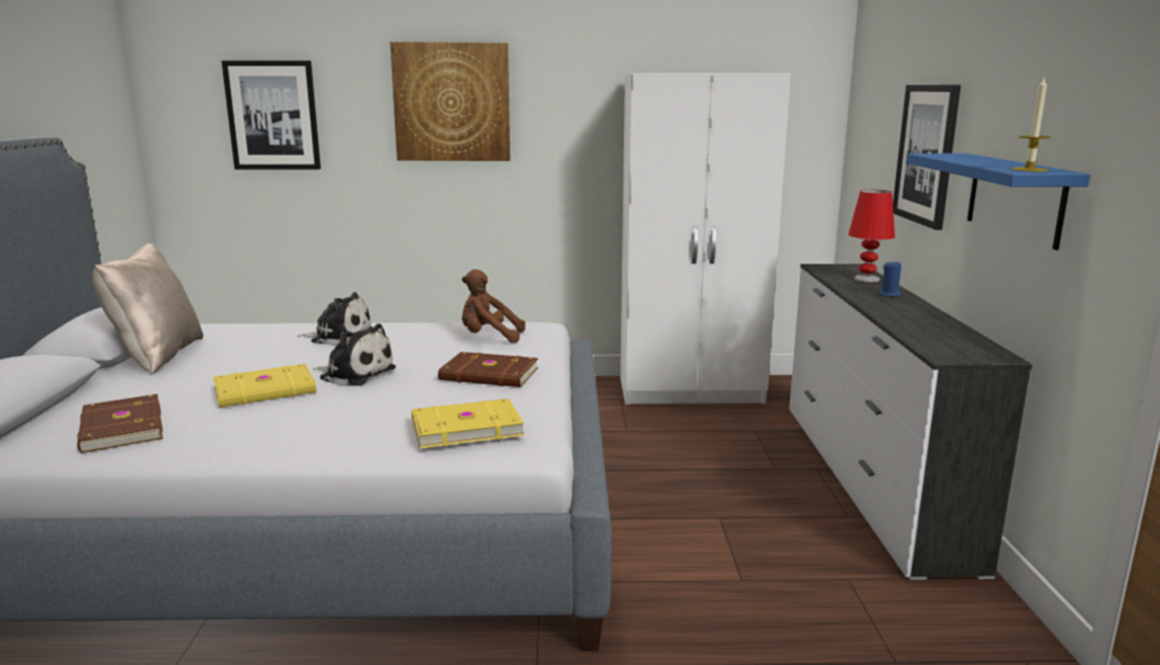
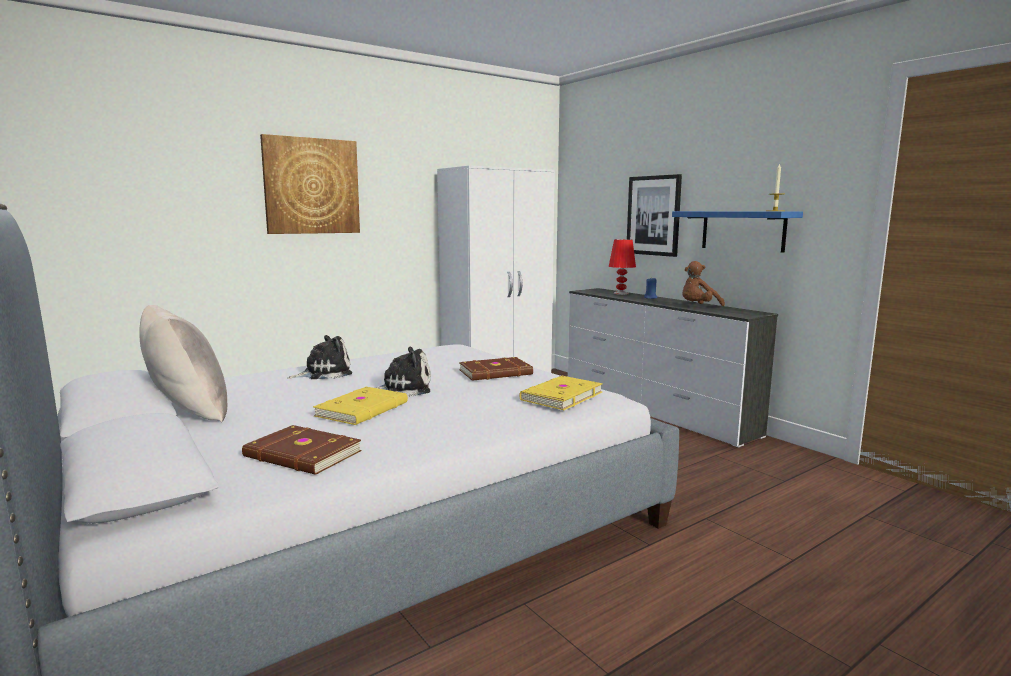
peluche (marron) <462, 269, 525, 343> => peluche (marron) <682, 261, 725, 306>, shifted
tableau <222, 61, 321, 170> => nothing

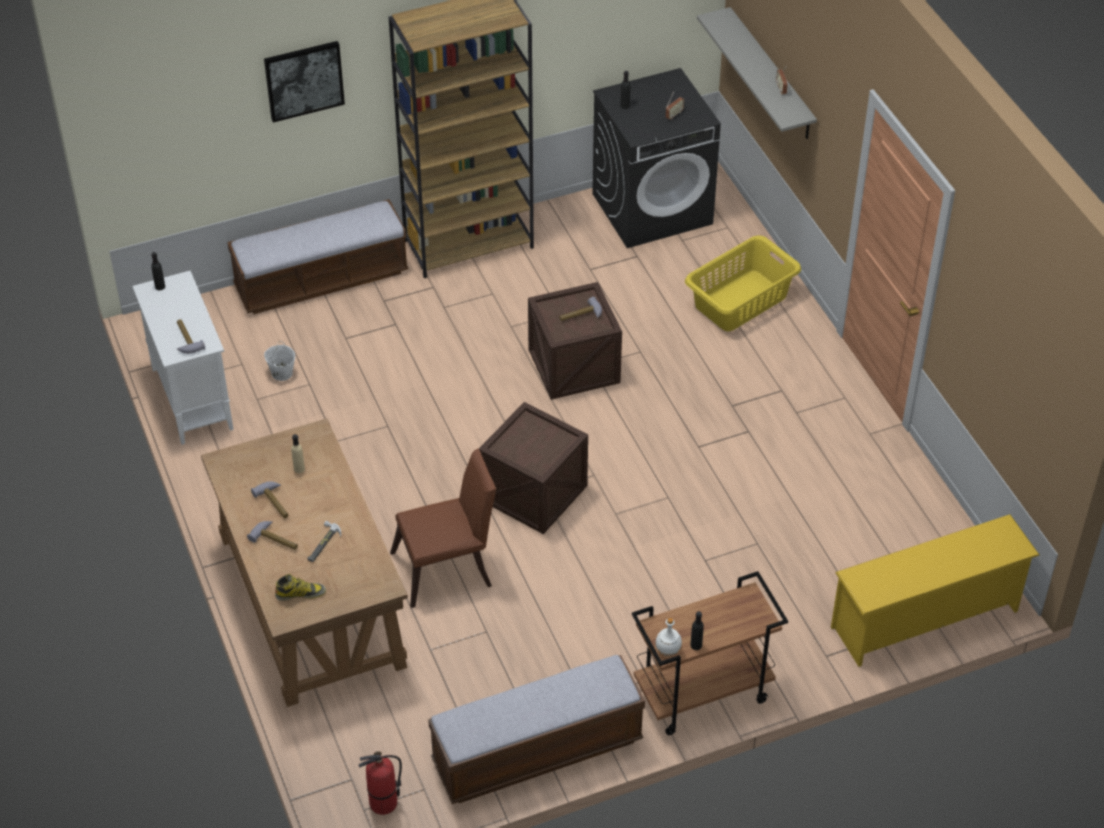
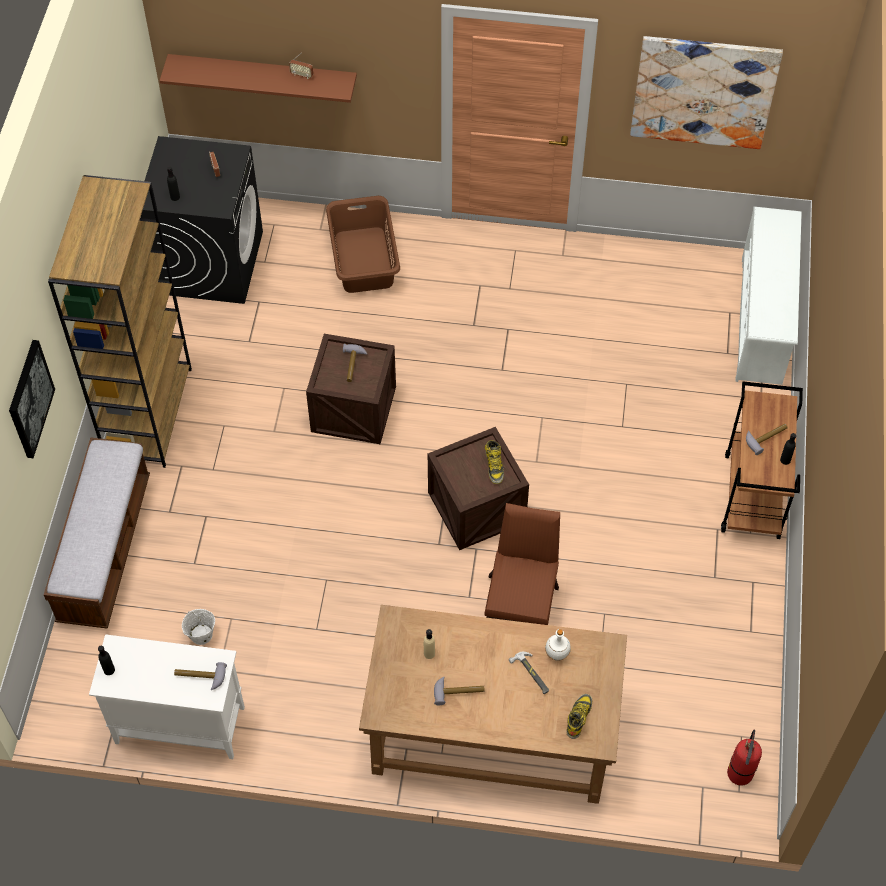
étagère (gris) <697, 7, 817, 139> => étagère (marron) <159, 54, 357, 103>
panier à linge (jaune) <685, 235, 801, 331> => panier à linge (marron) <326, 196, 400, 293>
nothing => botte <485, 440, 504, 484>
bouteille (blanc) <655, 618, 682, 656> => bouteille (blanc) <545, 629, 571, 661>, shifted
nothing => tableau <630, 36, 783, 149>
étagère à chaussures (jaune) <831, 514, 1040, 667> => étagère à chaussures (blanc) <735, 206, 802, 385>
marteau <247, 521, 298, 550> => marteau <746, 424, 788, 455>, shifted
banc <428, 655, 645, 804> => nothing

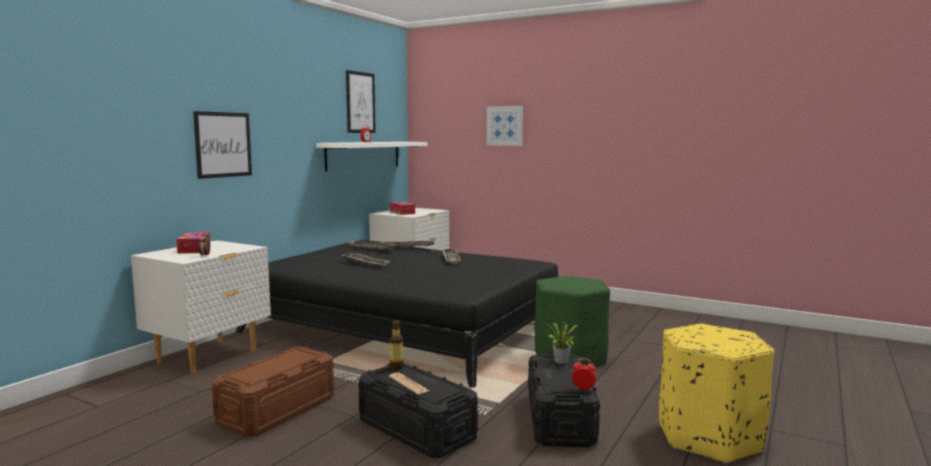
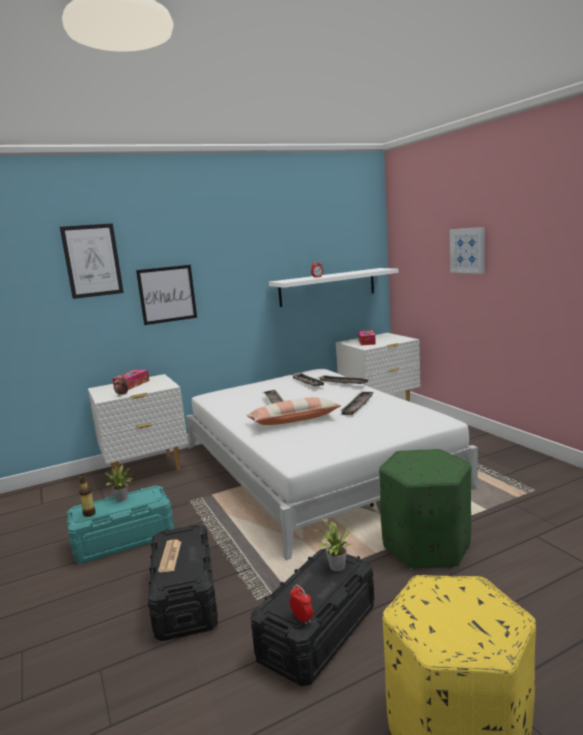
tableau <346, 70, 376, 133> => tableau <60, 223, 124, 299>, shifted
boîte de rangement (marron) <212, 347, 334, 437> => boîte de rangement (turquoise) <67, 486, 174, 563>
bouteille <390, 320, 404, 370> => bouteille <79, 474, 96, 517>, shifted
nothing => plante en pot <100, 464, 132, 502>
lit (noir) <236, 240, 558, 388> => lit (blanc) <186, 369, 481, 560>
nothing => coussin <246, 397, 341, 425>

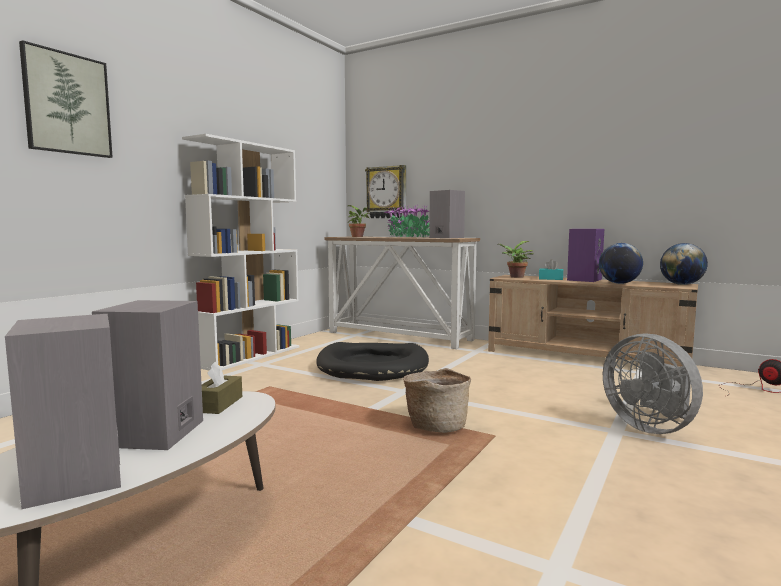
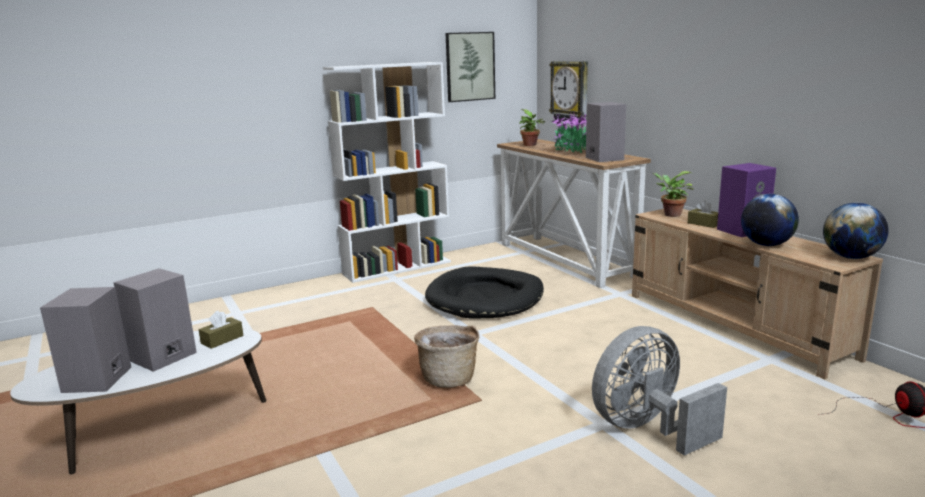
tableau <19, 40, 113, 158> => tableau <445, 32, 495, 102>, shifted
ventilateur (gris) <603, 333, 703, 434> => ventilateur (gris) <592, 326, 727, 456>, 60 degrees clockwise
boîte à mouchoirs (turquoise) <539, 260, 564, 280> => boîte à mouchoirs (marron) <688, 201, 718, 228>

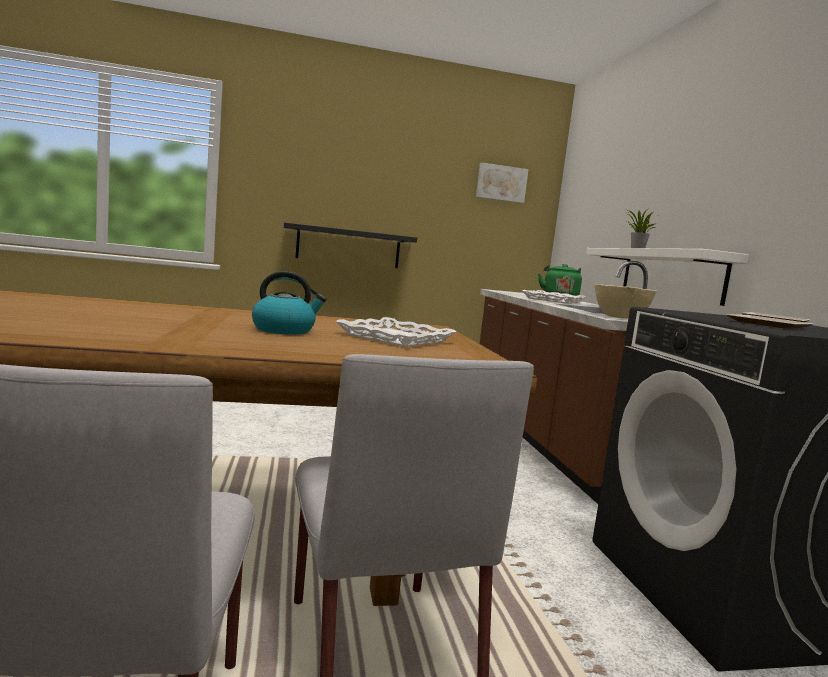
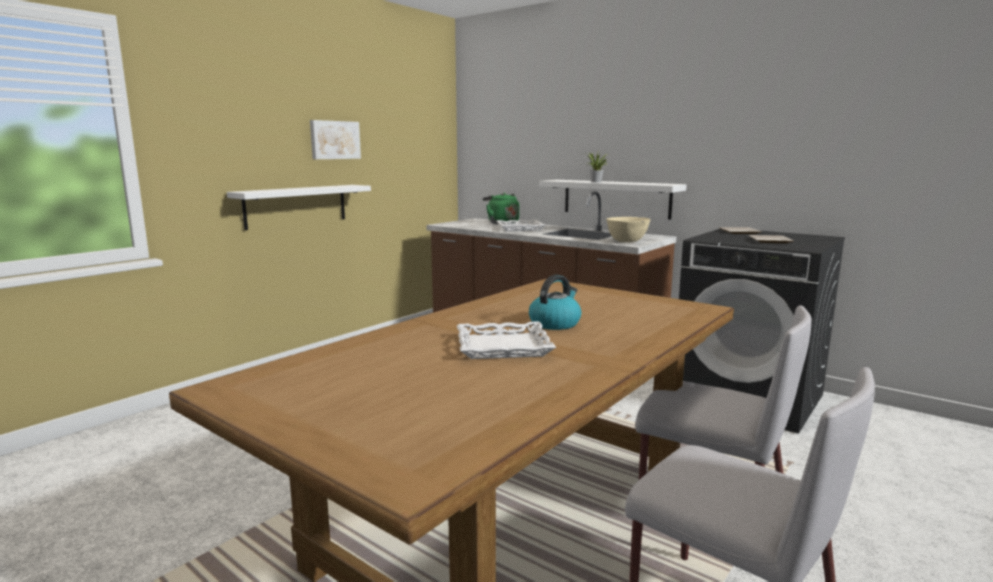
étagère (noir) <284, 222, 417, 268> => étagère (blanc) <227, 185, 371, 230>
tableau <476, 162, 529, 203> => tableau <310, 120, 361, 159>, shifted
plateau (blanc) <335, 317, 456, 347> => plateau (blanc) <457, 321, 556, 359>, shifted

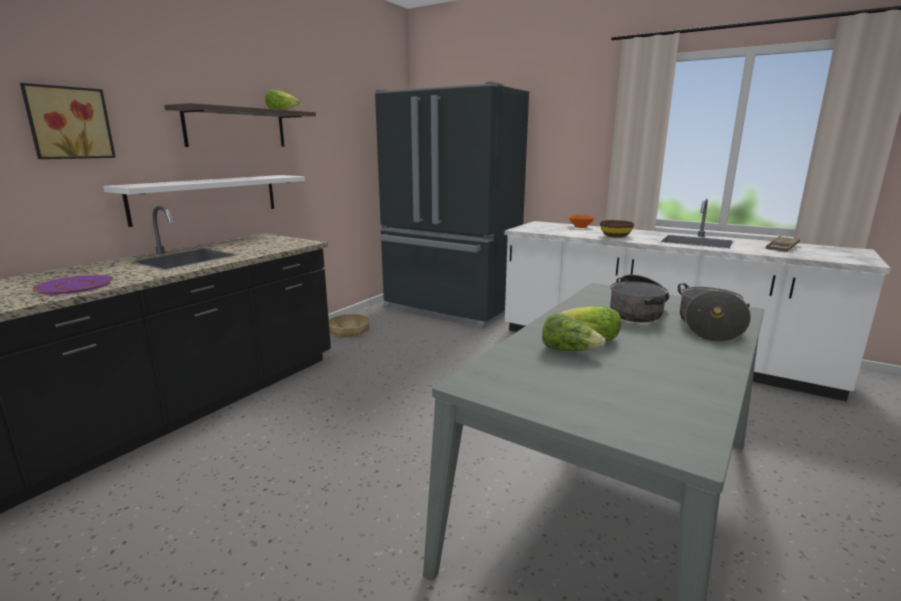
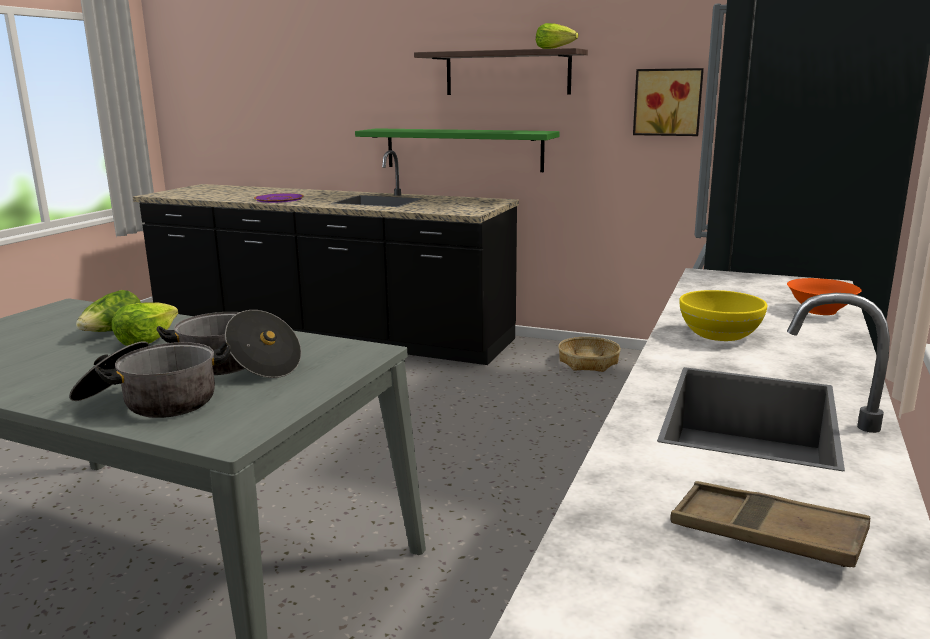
étagère (blanc) <103, 175, 305, 227> => étagère (vert) <355, 128, 560, 172>
tableau <20, 83, 116, 159> => tableau <633, 68, 704, 136>, shifted
bol (marron) <600, 220, 634, 238> => bol (jaune) <680, 290, 767, 341>

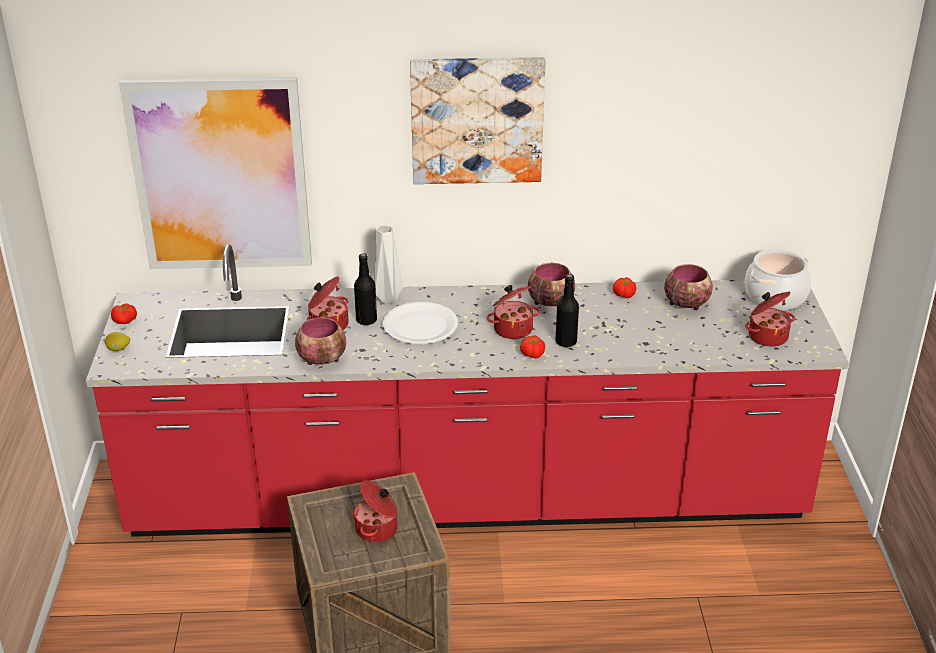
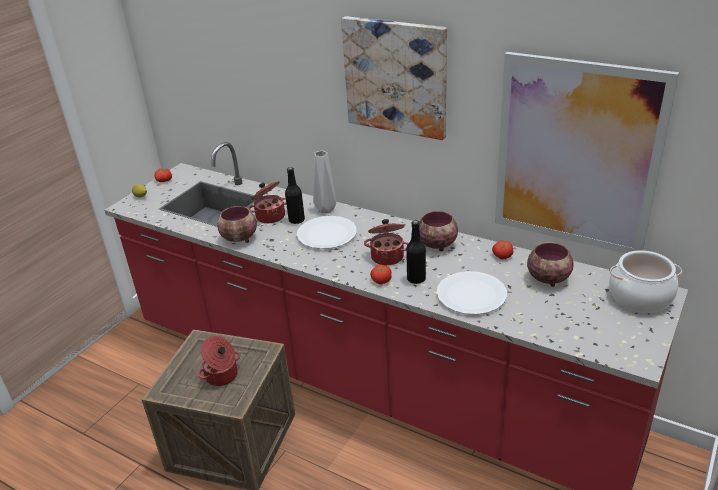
nothing => assiette (blanc) <437, 271, 507, 315>
tableau <119, 77, 312, 269> => tableau <495, 52, 679, 253>, shifted
marmite <745, 292, 795, 347> => nothing

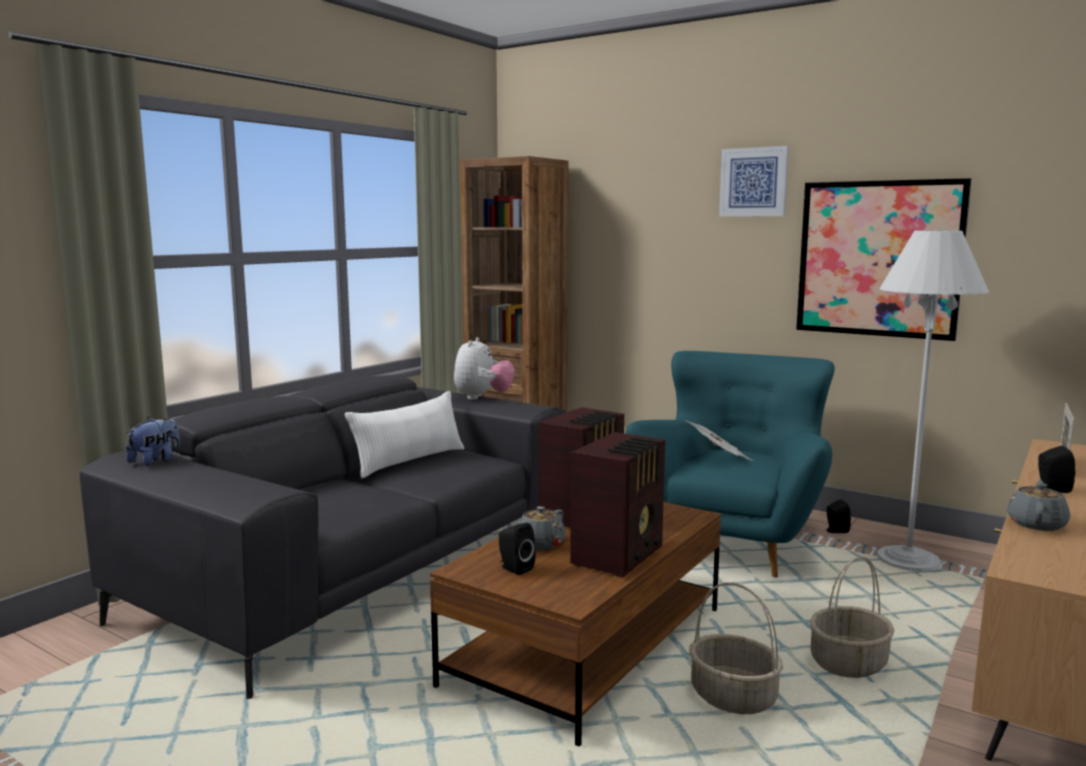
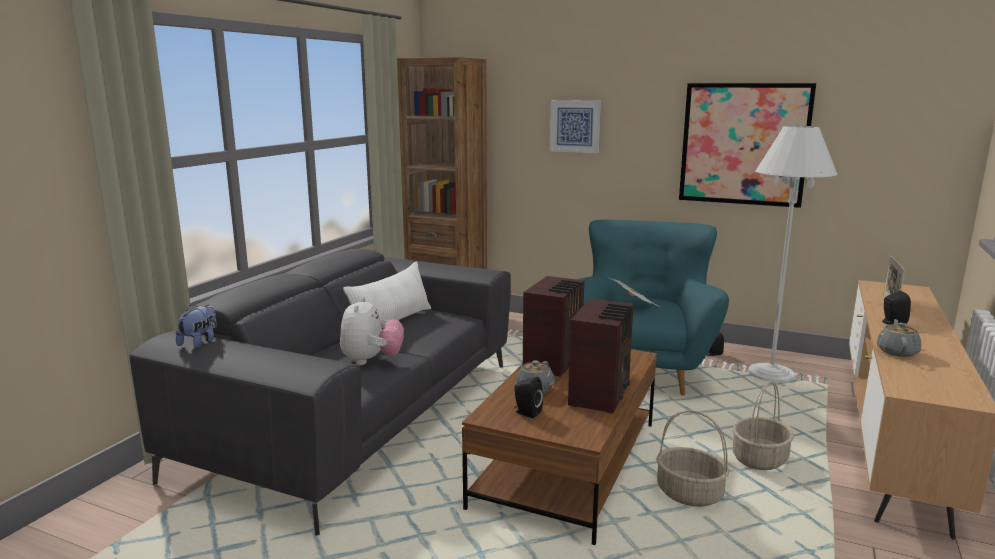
peluche <454, 337, 514, 400> => peluche <340, 297, 404, 365>, shifted
tableau <719, 146, 789, 217> => tableau <550, 100, 601, 153>, shifted

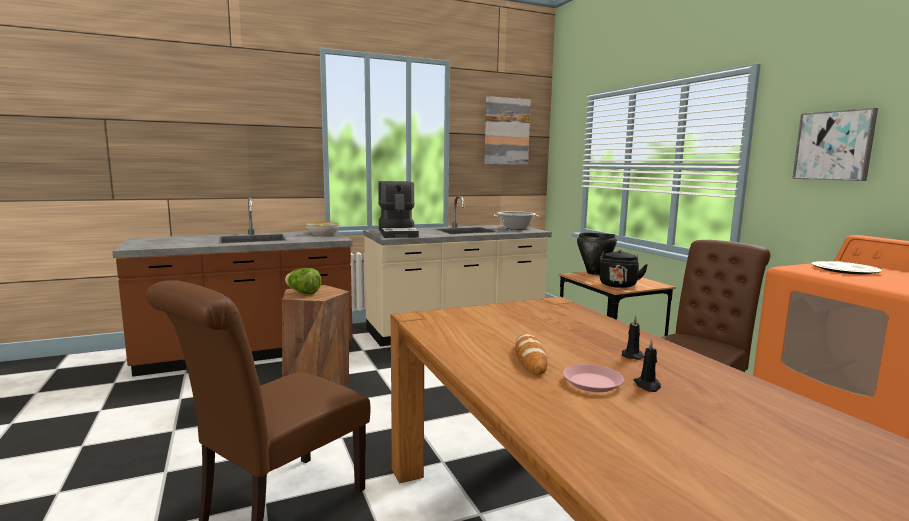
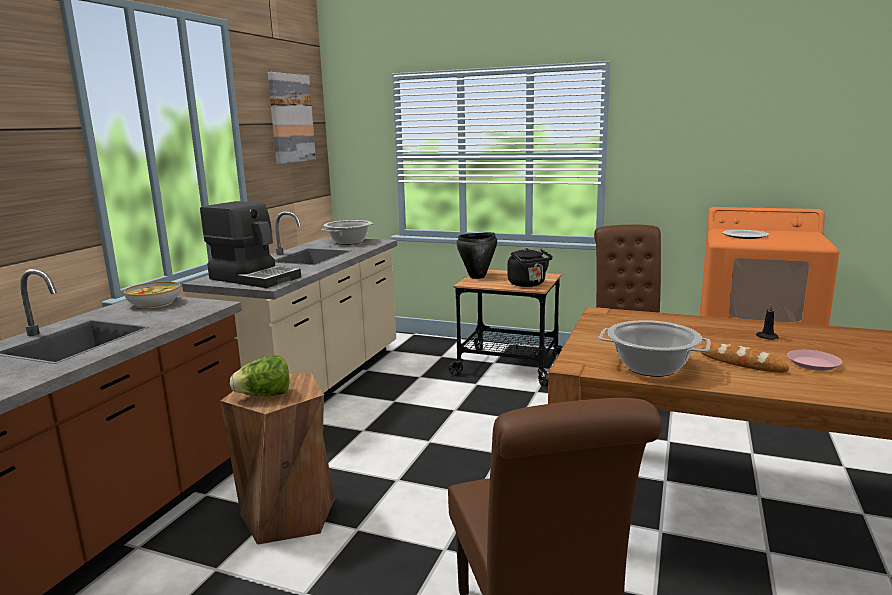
nothing => marmite <598, 320, 711, 377>
bougie (noir) <633, 339, 661, 392> => nothing
tableau <792, 108, 878, 181> => nothing

